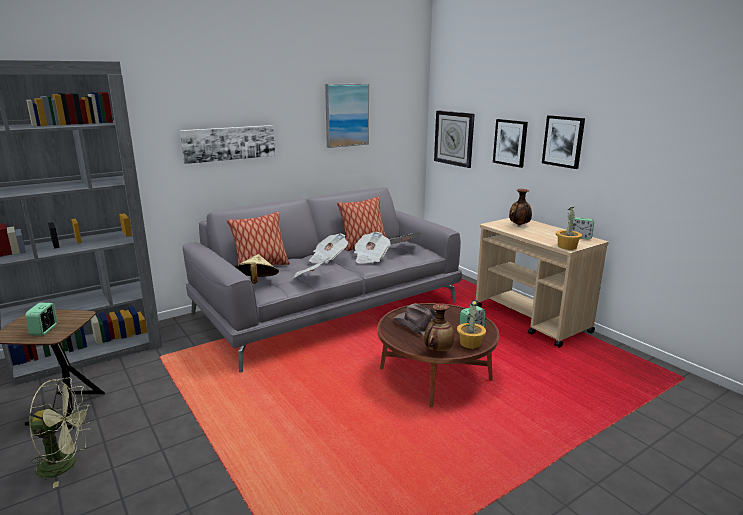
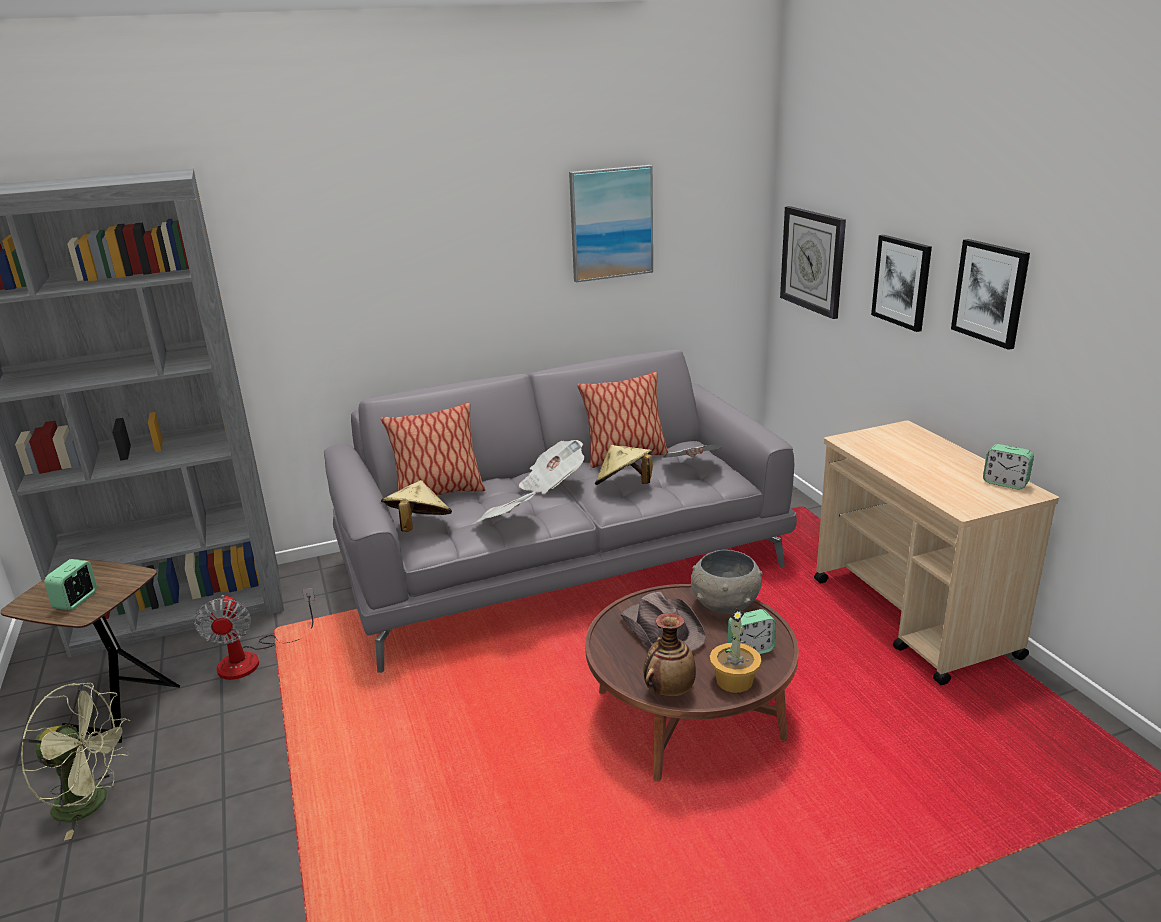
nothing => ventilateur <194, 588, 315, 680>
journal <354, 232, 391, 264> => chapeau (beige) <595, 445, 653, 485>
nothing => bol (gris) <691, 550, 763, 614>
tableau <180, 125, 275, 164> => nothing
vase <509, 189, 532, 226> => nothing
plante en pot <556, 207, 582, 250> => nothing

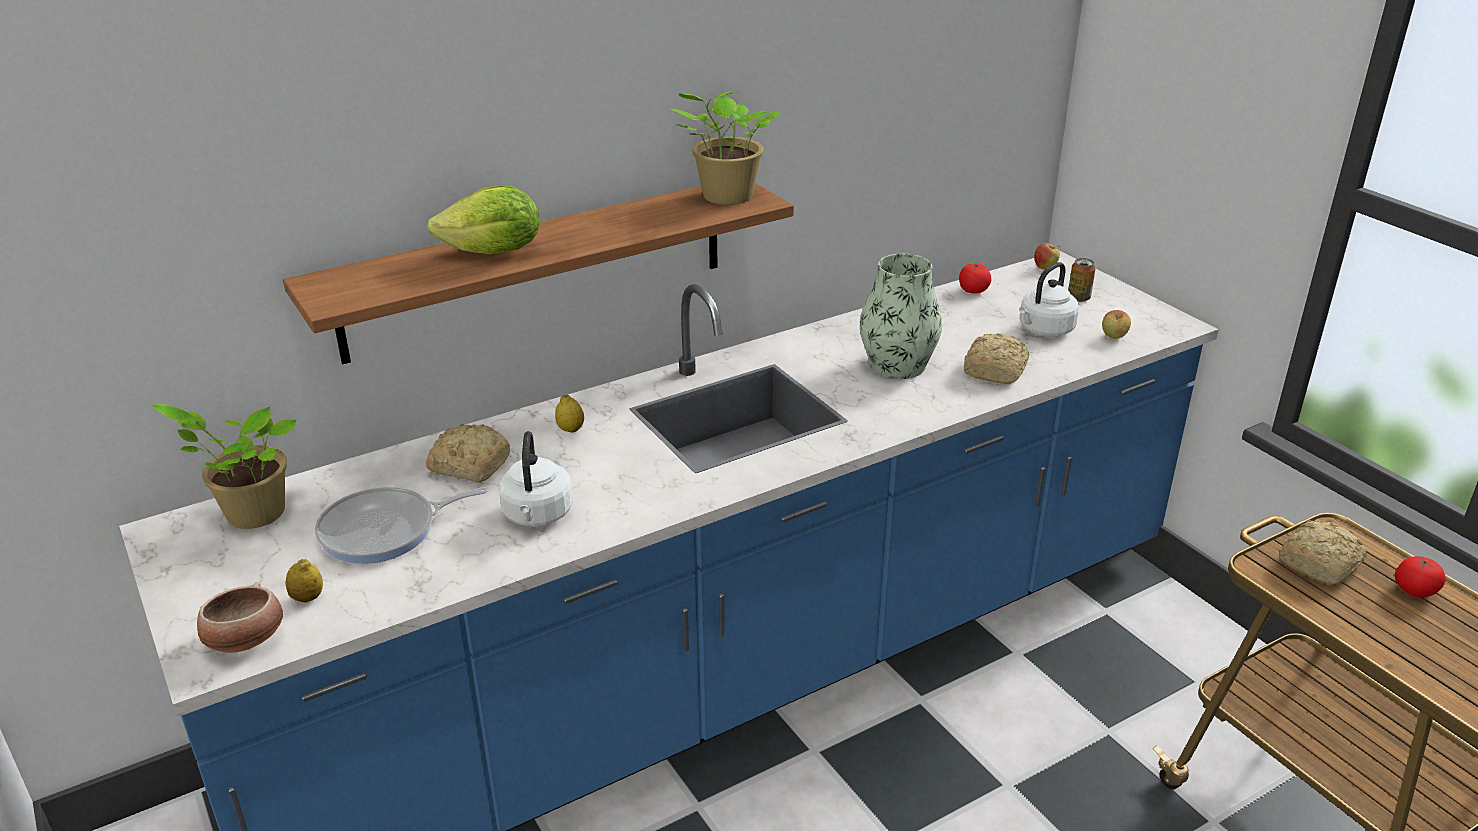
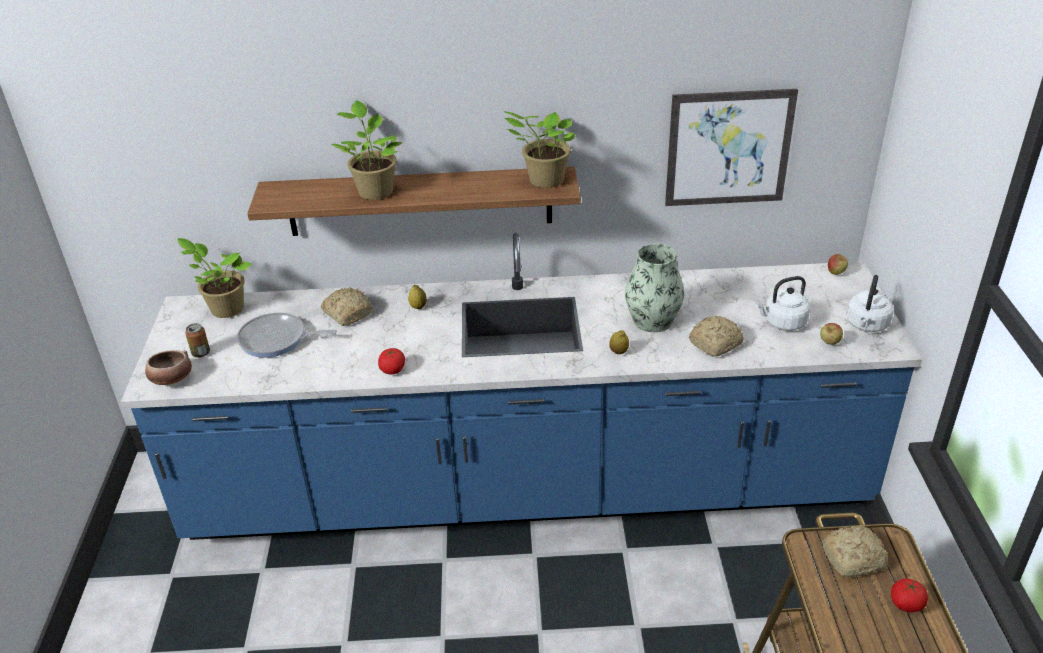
boîte métallique <1068, 258, 1096, 302> => boîte métallique <185, 323, 210, 358>, shifted
laitue <427, 185, 539, 254> => plante en pot <331, 100, 402, 200>
tomate <959, 263, 992, 293> => tomate <378, 348, 405, 375>, shifted
citron <286, 559, 323, 603> => citron <609, 330, 629, 354>, shifted
nothing => tableau <665, 89, 798, 206>
bouilloire (blanc) <499, 431, 573, 527> => bouilloire (blanc) <846, 275, 894, 332>, shifted

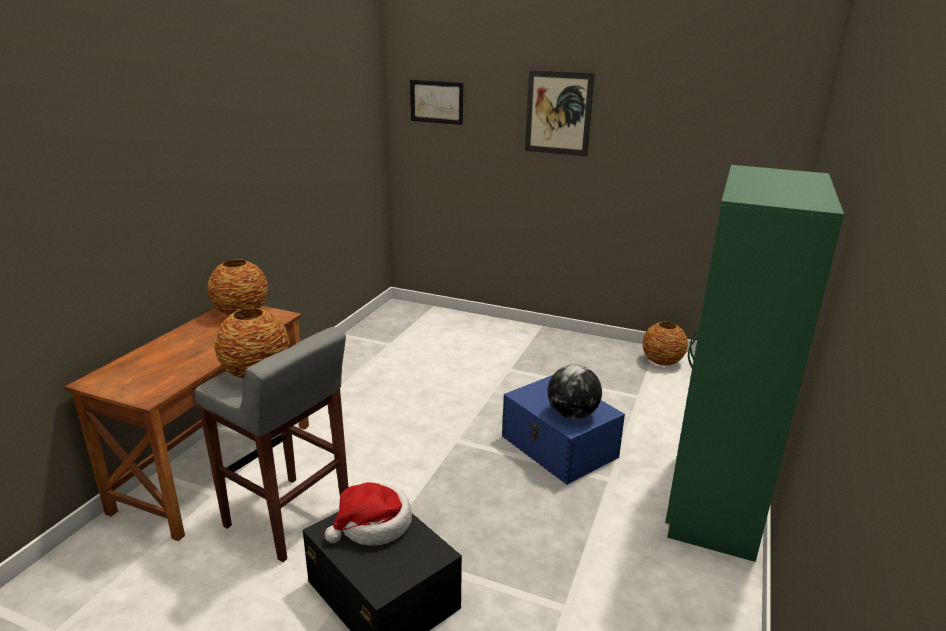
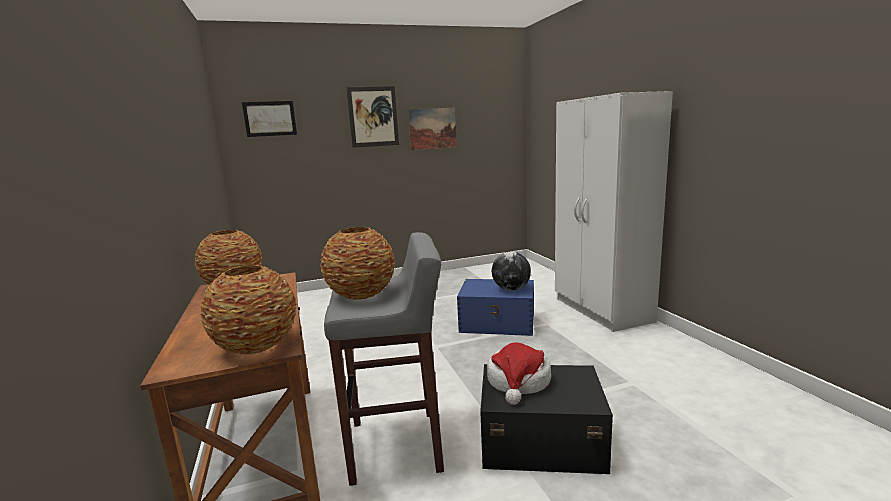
vase <642, 322, 688, 366> => vase <200, 265, 297, 354>, shifted
nothing => tableau <408, 108, 457, 150>
armoire (vert) <665, 165, 844, 562> => armoire (blanc) <555, 91, 673, 332>

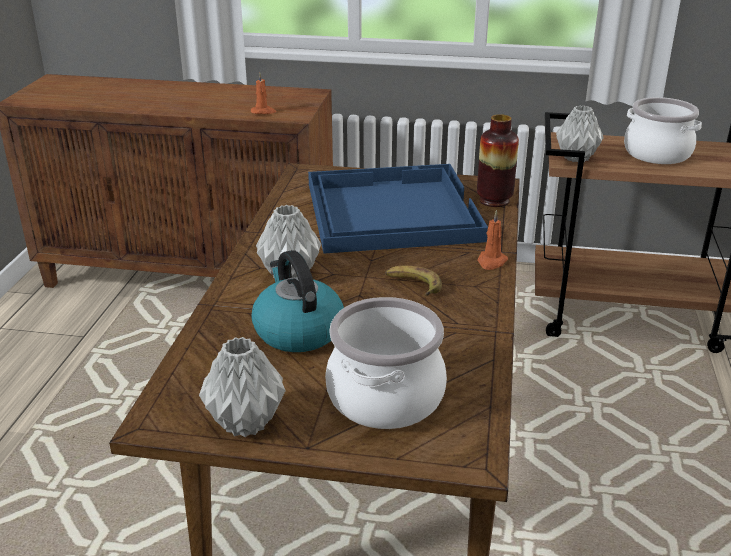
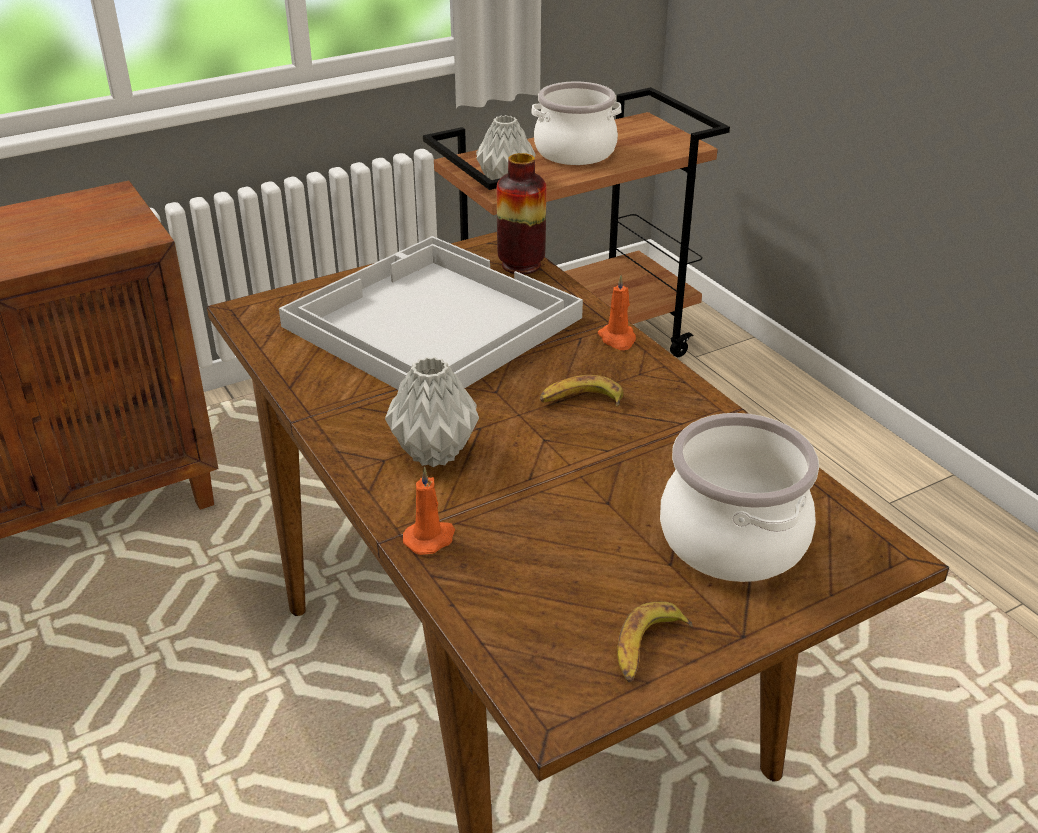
plateau (bleu) <308, 164, 488, 254> => plateau (blanc) <279, 236, 583, 390>
bougie (orange) <251, 73, 276, 114> => bougie (orange) <403, 467, 455, 555>, shifted
vase (gris) <199, 337, 286, 437> => banane <617, 601, 693, 683>
bouilloire <251, 250, 344, 352> => nothing

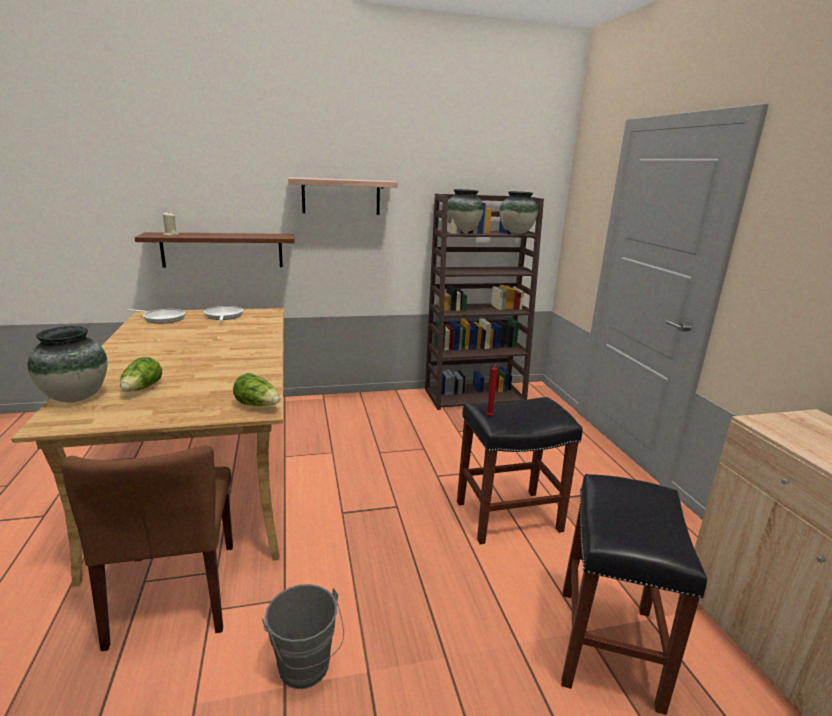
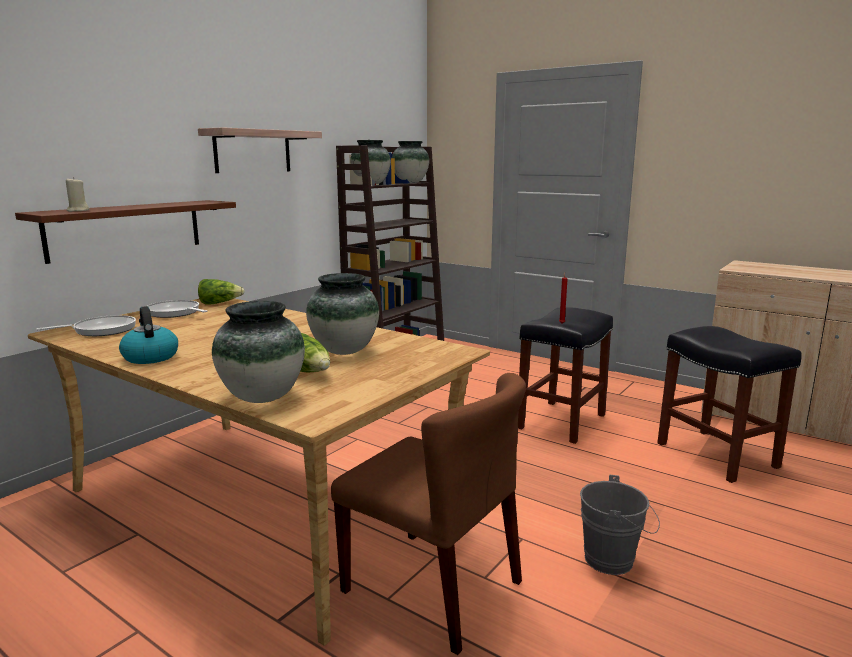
nothing => bouilloire <119, 306, 178, 364>
laitue <233, 373, 280, 406> => laitue <198, 279, 245, 305>, shifted
nothing => vase <306, 273, 379, 355>

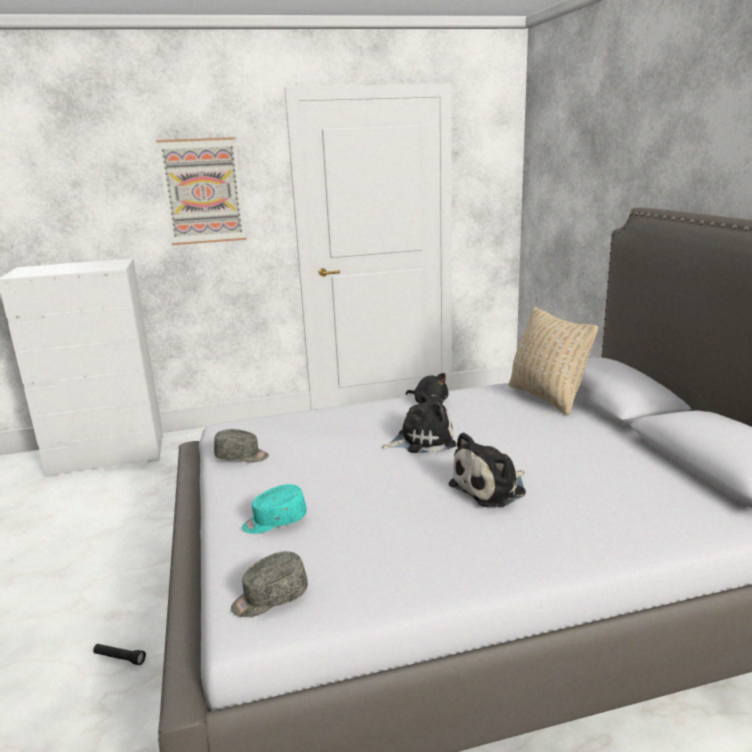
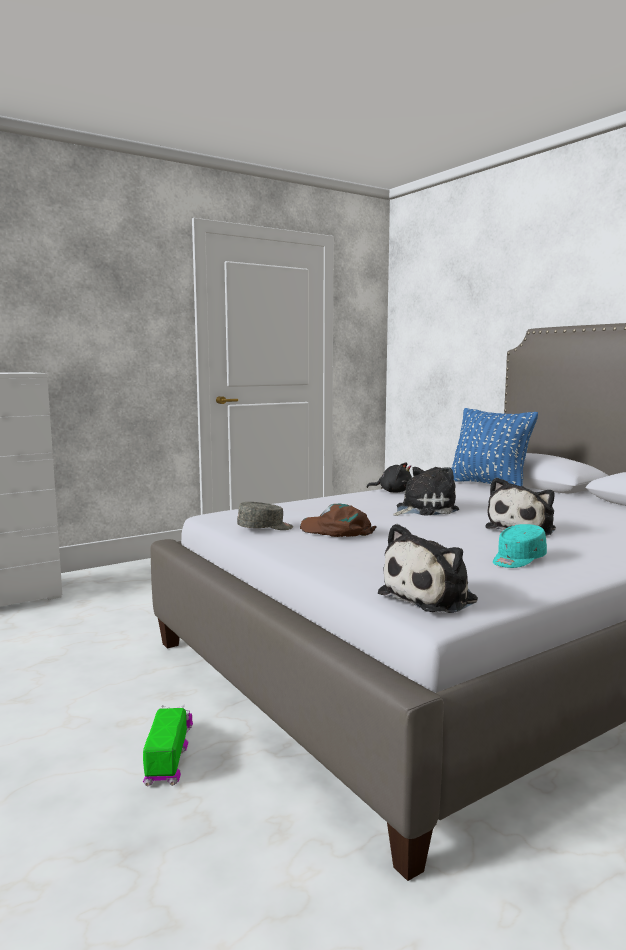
lampe de poche (noir) <93, 644, 146, 665> => camion jouet <143, 705, 193, 787>
nothing => casquette (marron) <300, 504, 377, 537>
casquette (gris) <231, 551, 308, 617> => peluche <377, 524, 478, 613>
coussin (beige) <508, 307, 598, 415> => coussin (bleu) <451, 408, 538, 486>
casquette (turquoise) <242, 484, 307, 534> => casquette (turquoise) <493, 524, 547, 568>, shifted
tableau <157, 137, 246, 245> => nothing

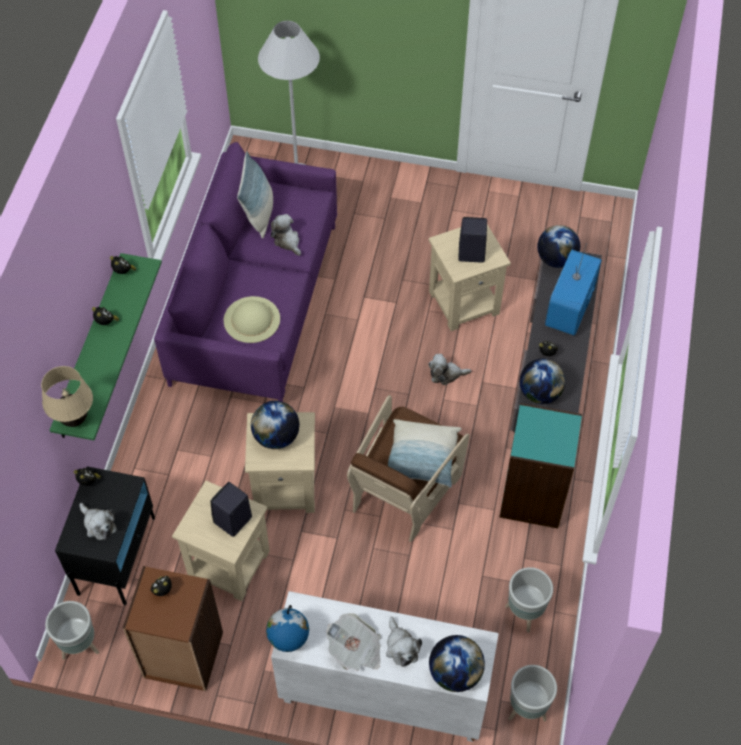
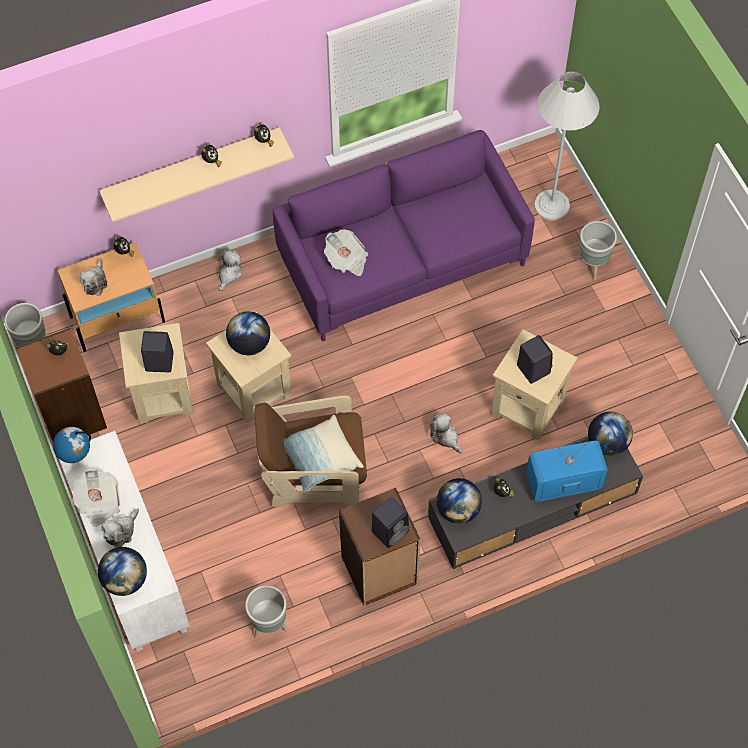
table de chevet (noir) <55, 466, 155, 605> => table de chevet (beige) <58, 242, 165, 352>
étagère (vert) <50, 253, 162, 440> => étagère (beige) <99, 127, 294, 222>
peluche <271, 214, 301, 256> => peluche <217, 250, 242, 291>, shifted
chapeau (beige) <224, 296, 280, 343> => journal <324, 229, 368, 276>
bibliothèque (turquoise) <500, 403, 582, 528> => bibliothèque (marron) <339, 488, 420, 606>
nothing => enceinte (noir) <372, 497, 409, 548>
cache-pot (gris) <509, 665, 557, 721> => cache-pot (gris) <577, 221, 617, 280>, shifted
lampe de table (beige) <41, 366, 93, 427> => nothing
coussin <237, 151, 273, 239> => nothing

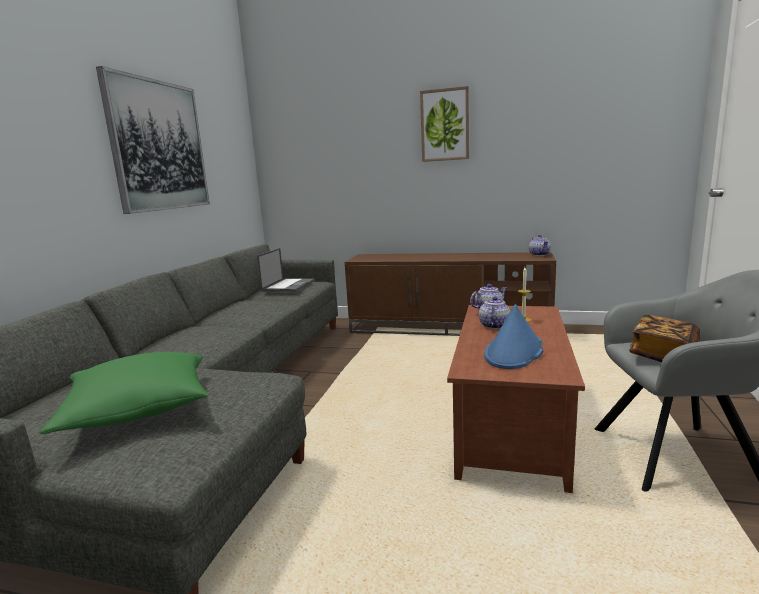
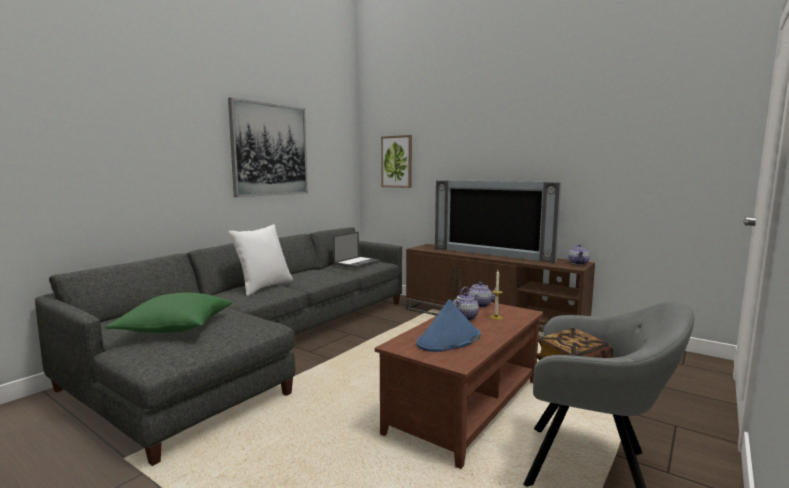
nothing => coussin (blanc) <229, 225, 293, 296>
tableau <420, 86, 469, 162> => tableau <381, 135, 412, 188>, shifted
nothing => téléviseur <435, 180, 561, 263>

